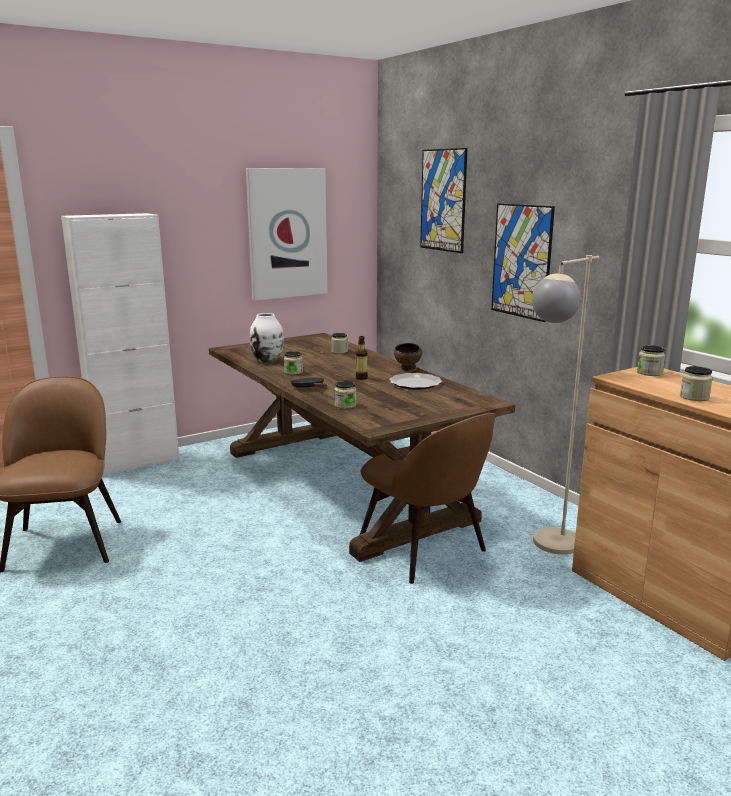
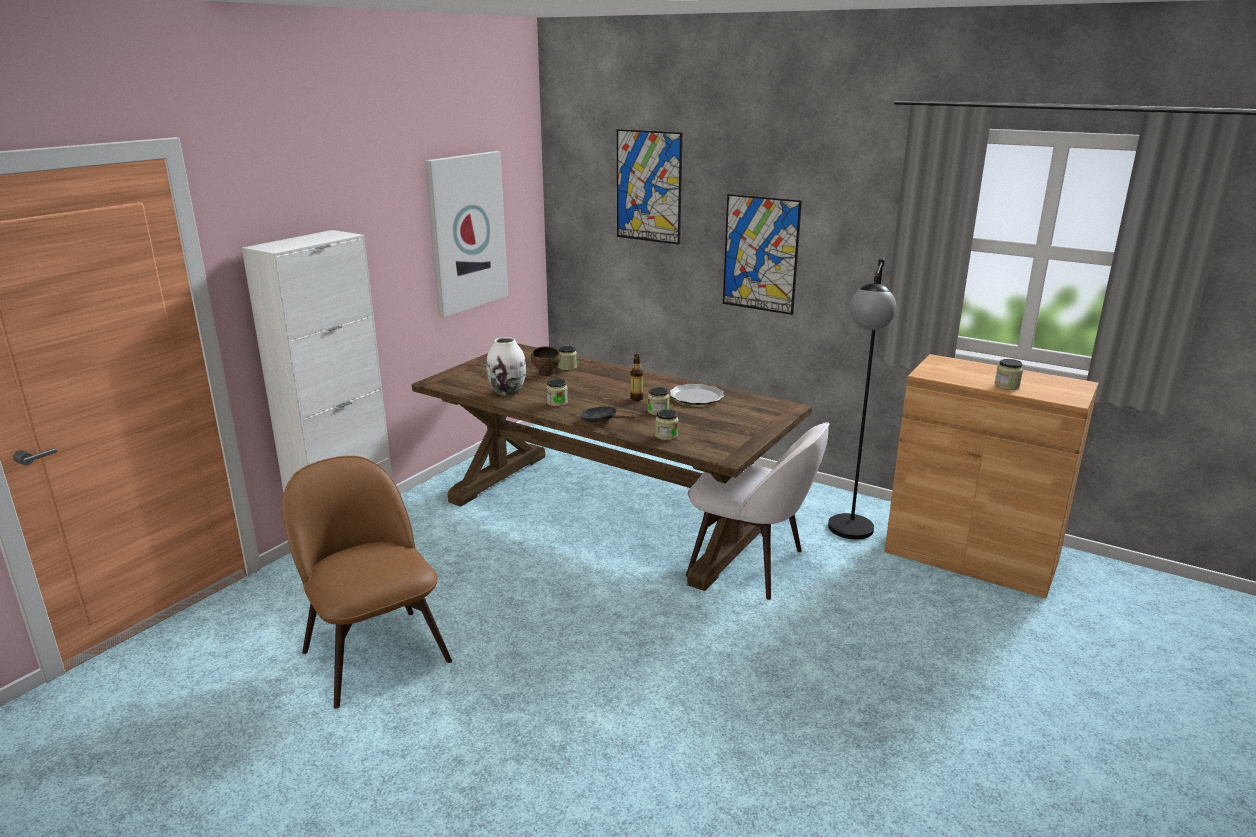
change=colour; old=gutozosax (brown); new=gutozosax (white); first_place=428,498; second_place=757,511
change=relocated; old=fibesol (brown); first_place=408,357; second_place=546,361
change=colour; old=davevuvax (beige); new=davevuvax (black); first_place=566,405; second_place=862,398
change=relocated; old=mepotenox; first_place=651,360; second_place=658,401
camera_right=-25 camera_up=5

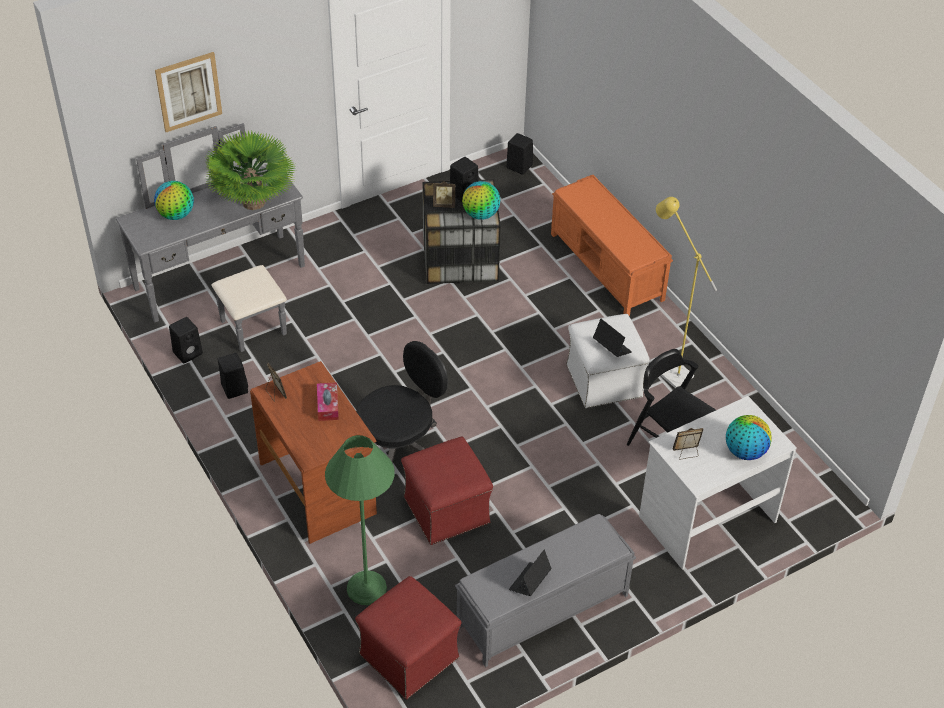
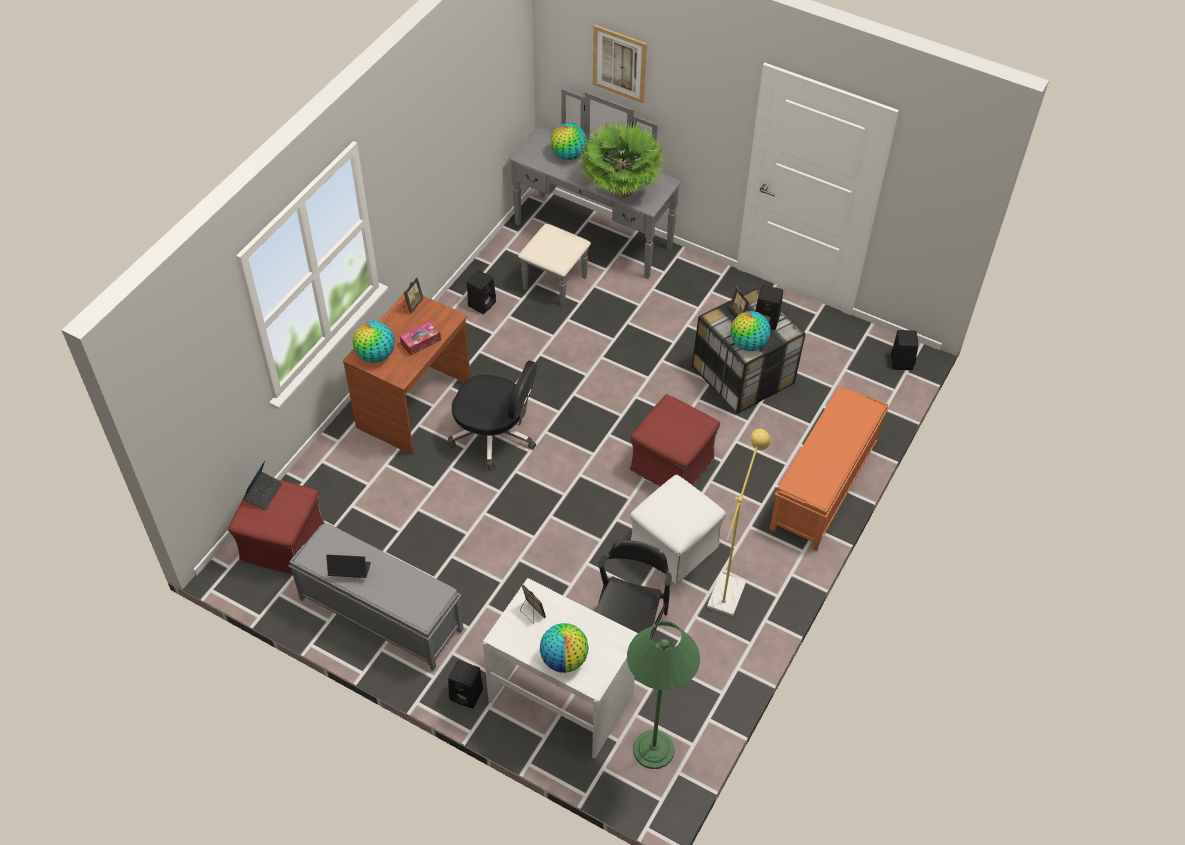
change=relocated; old=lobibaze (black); first_place=186,340; second_place=465,684
change=relocated; old=davevuvax (green); first_place=360,520; second_place=663,695
change=relocated; old=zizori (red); first_place=447,491; second_place=675,440
change=relocated; old=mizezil; first_place=612,338; second_place=263,486
change=appeared; new=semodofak; second_place=374,342
camera_right=60 camera_up=5

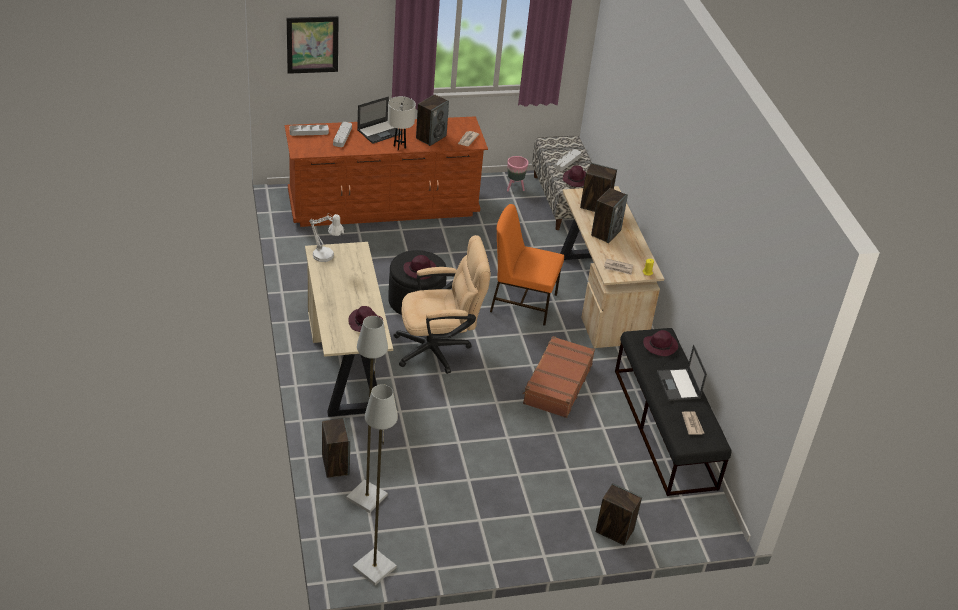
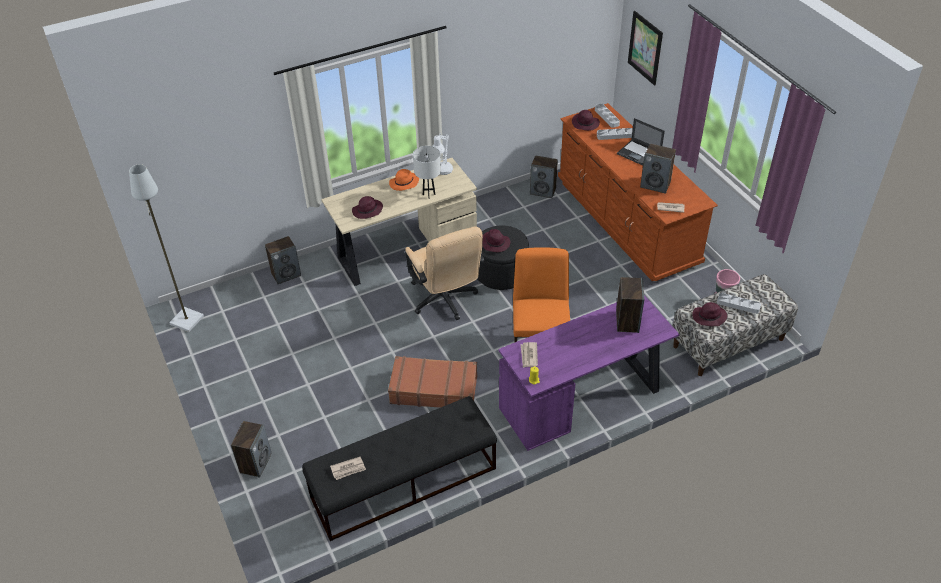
change=missing; old=davevuvax (grey); first_place=367,414
change=relocated; old=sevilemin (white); first_place=402,123; second_place=427,171
change=colour; old=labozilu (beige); new=labozilu (purple); first_place=612,267; second_place=588,373
change=relocated; old=lobibaze; first_place=609,215; second_place=544,176
change=relocated; old=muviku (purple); first_place=660,343; second_place=586,120
change=missing; old=mizezil; first_place=682,373
change=appeared; new=muviku (orange); second_place=404,180
camera_right=80 camera_up=5

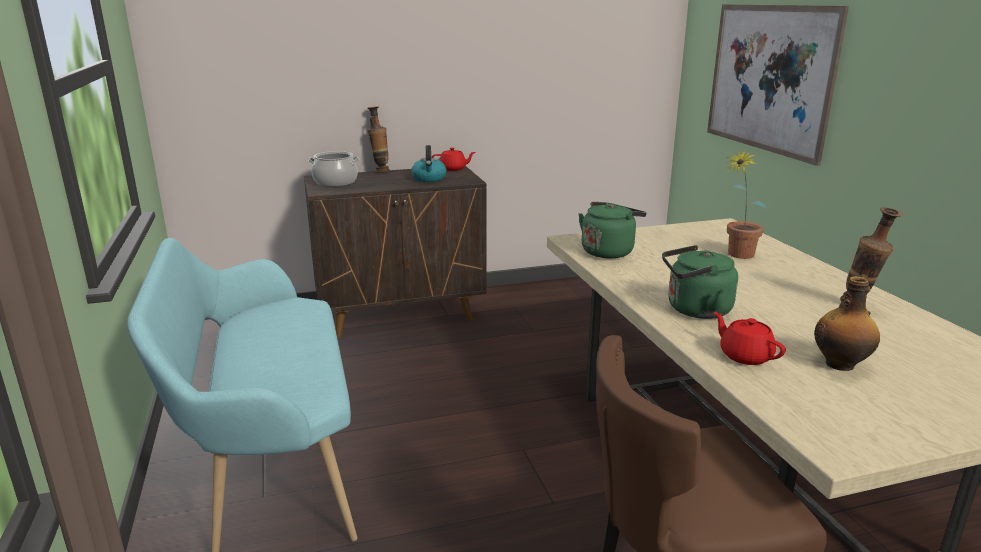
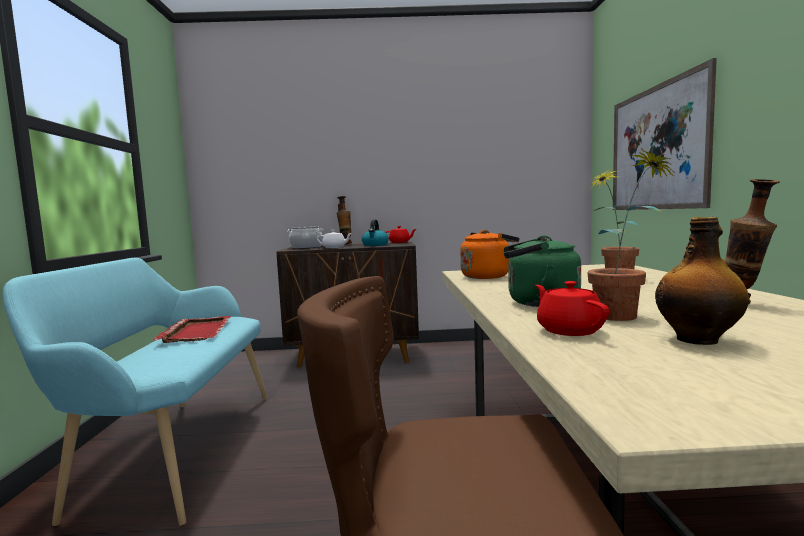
change=colour; old=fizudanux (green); new=fizudanux (orange); first_place=613,230; second_place=489,254
change=appeared; new=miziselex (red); second_place=192,329
change=appeared; new=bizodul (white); second_place=334,239
change=appeared; new=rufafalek; second_place=631,234
camera_right=15 camera_up=-15

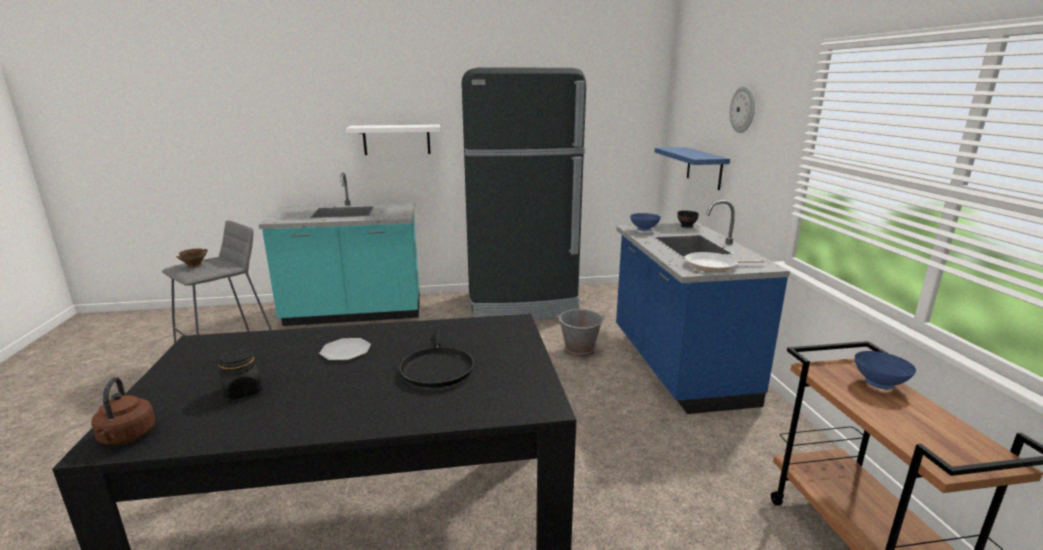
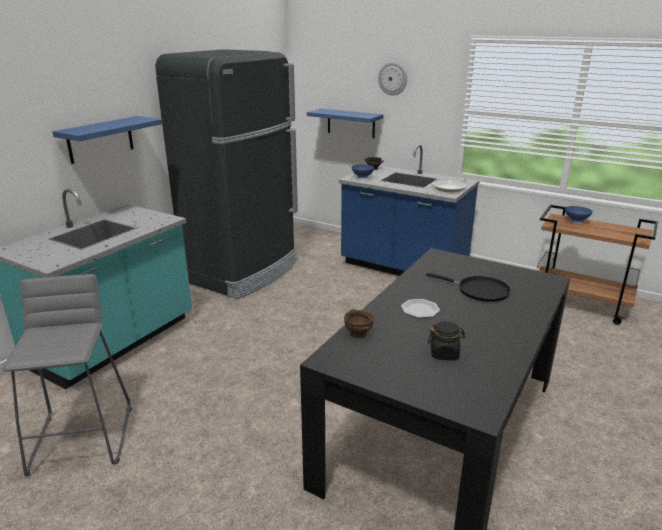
change=missing; old=fizudanux (brown); first_place=123,411
change=relocated; old=fibesol (brown); first_place=192,258; second_place=359,323
change=colour; old=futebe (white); new=futebe (blue); first_place=393,140; second_place=108,140
change=missing; old=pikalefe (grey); first_place=581,333
camera_right=-50 camera_up=5

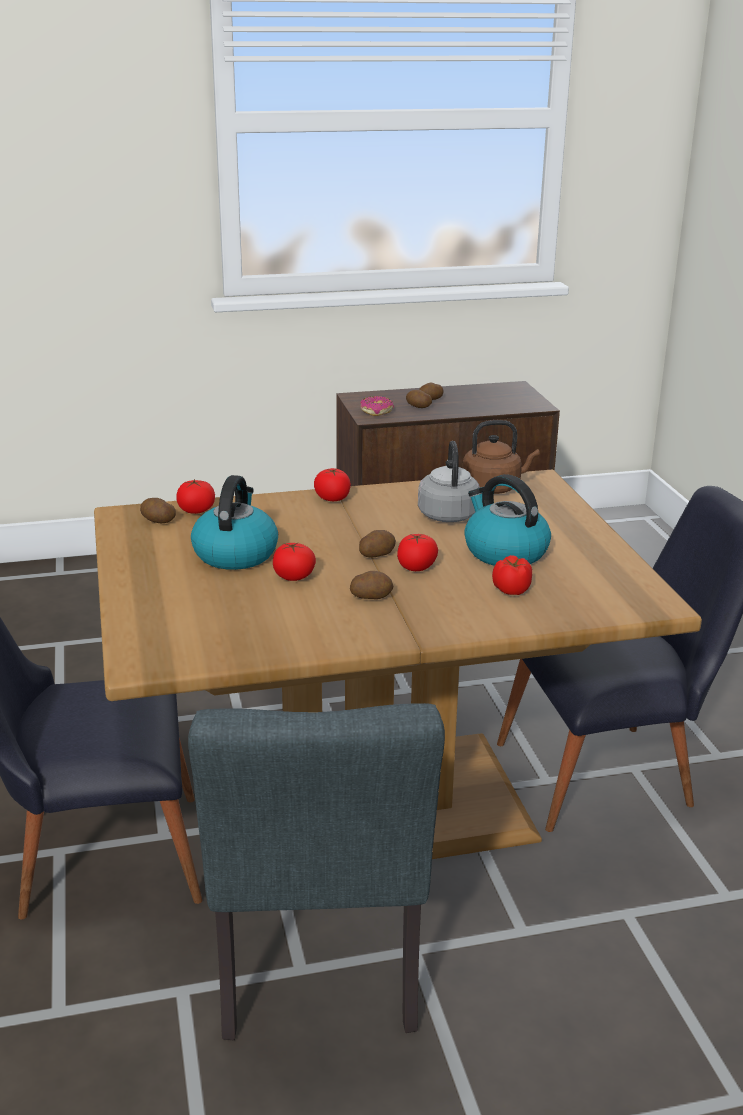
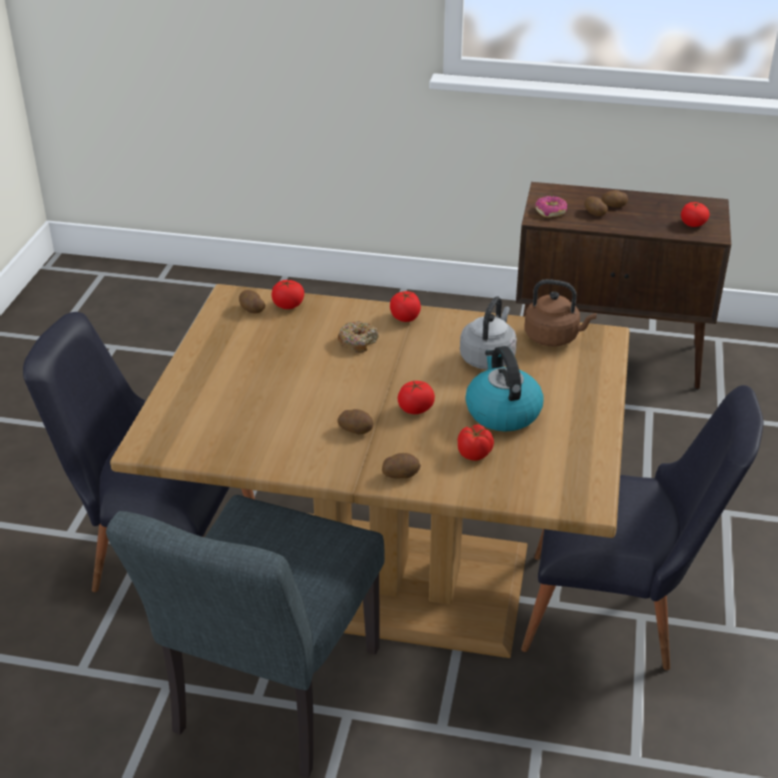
change=missing; old=fizudanux; first_place=234,522
change=relocated; old=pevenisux; first_place=294,562; second_place=695,214
change=relocated; old=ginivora; first_place=377,544; second_place=401,465
change=appeared; new=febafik; second_place=358,337
camera_right=25 camera_up=10

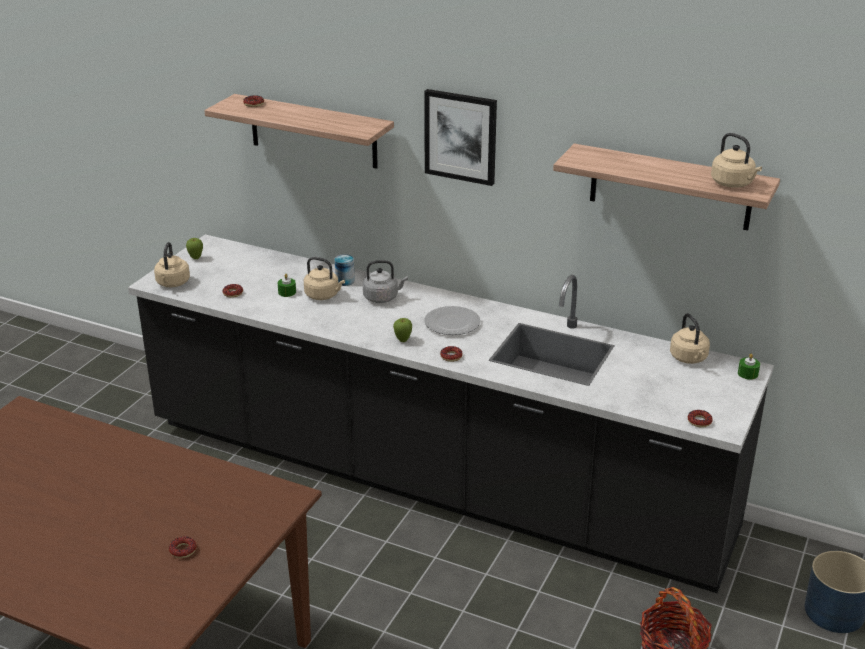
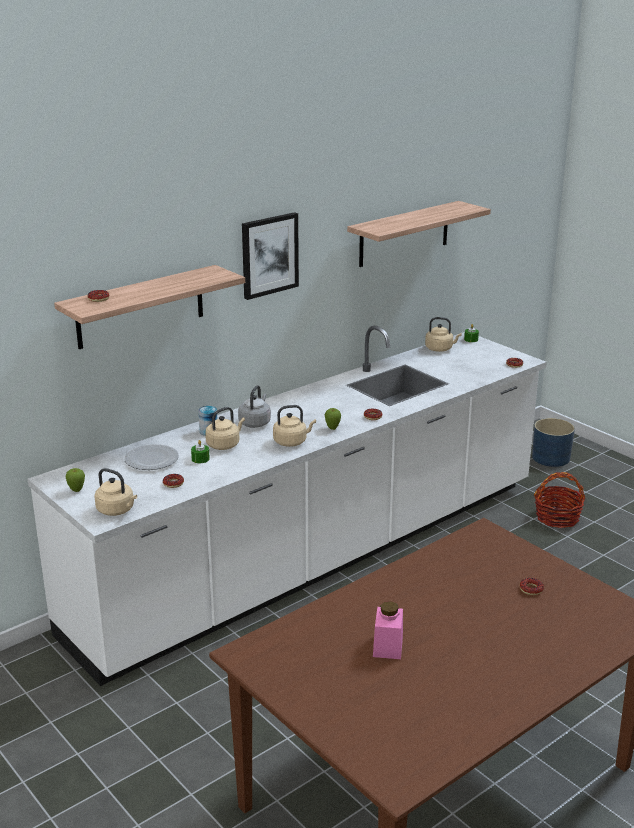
change=colour; old=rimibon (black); new=rimibon (white); first_place=451,414; second_place=287,506
change=relocated; old=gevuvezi; first_place=452,320; second_place=151,457
change=relocated; old=fizudanux (beige); first_place=736,160; second_place=294,426
change=appeared; new=mepotenox (pink); second_place=388,630
camera_right=-65 camera_up=-5

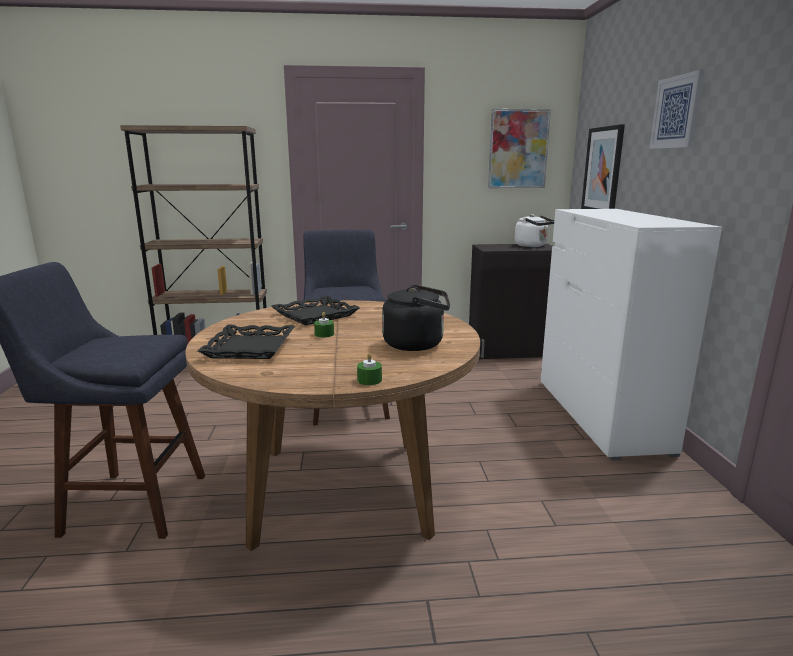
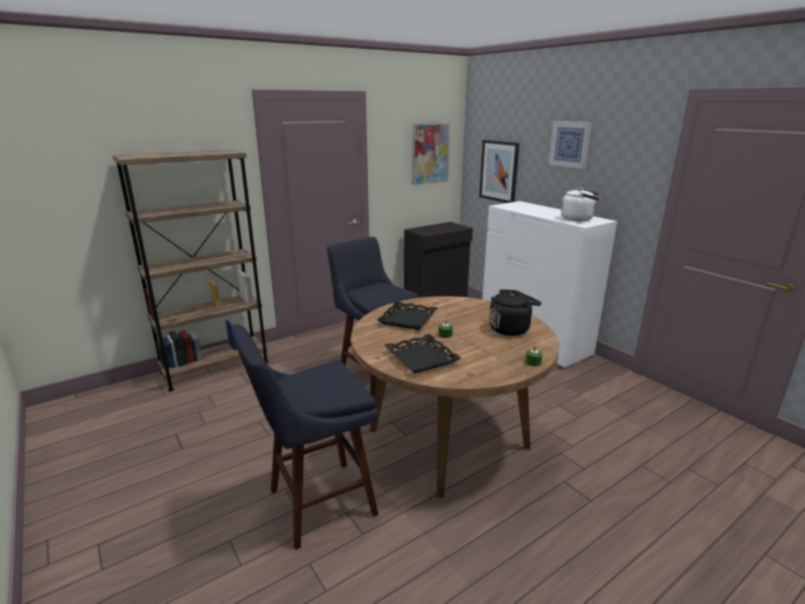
change=relocated; old=fizudanux (white); first_place=534,230; second_place=580,204
camera_right=-30 camera_up=5

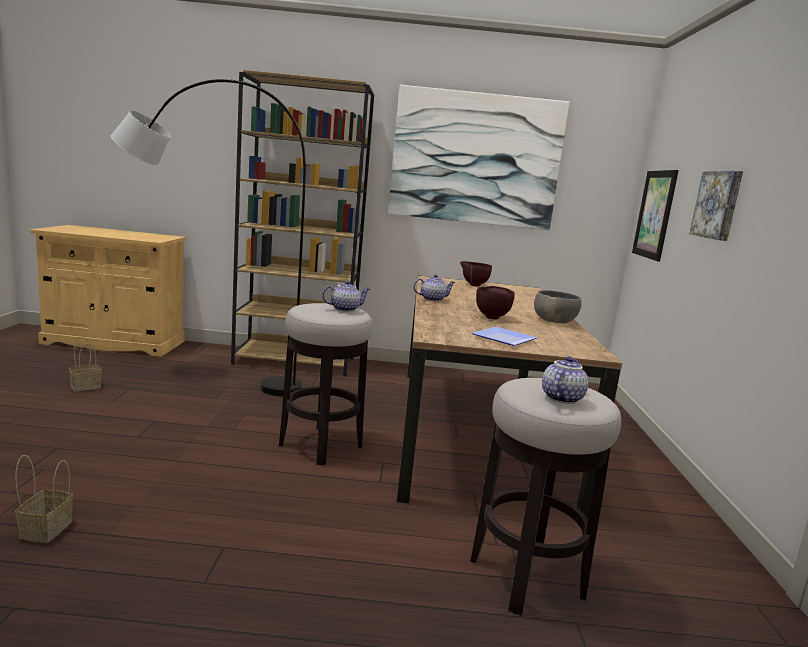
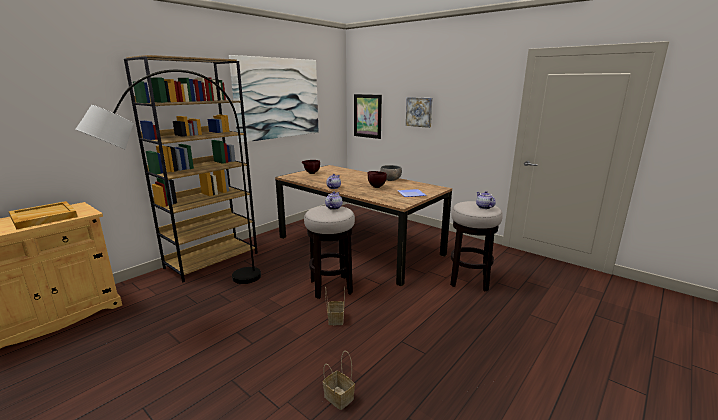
change=relocated; old=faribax; first_place=85,364; second_place=335,305
change=appeared; new=miziselex (beige); second_place=43,215
camera_right=-50 camera_up=5

